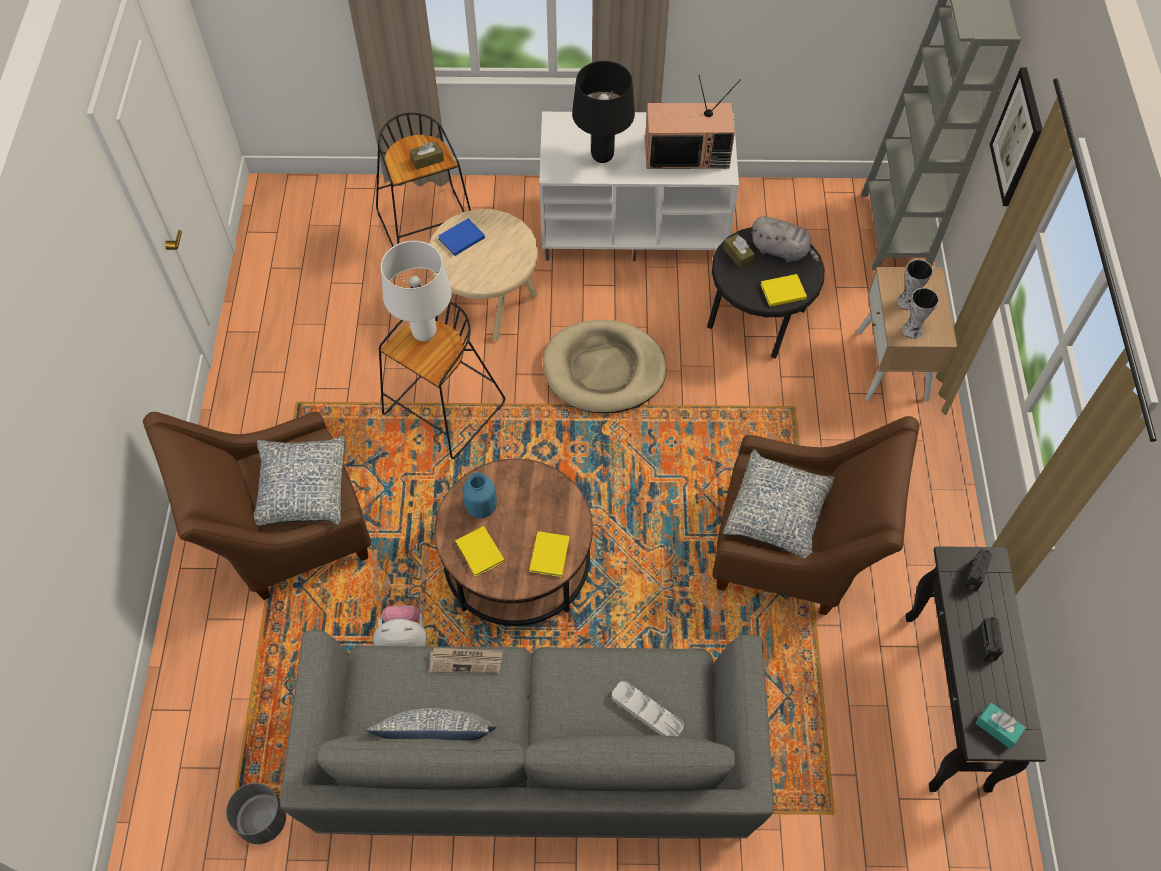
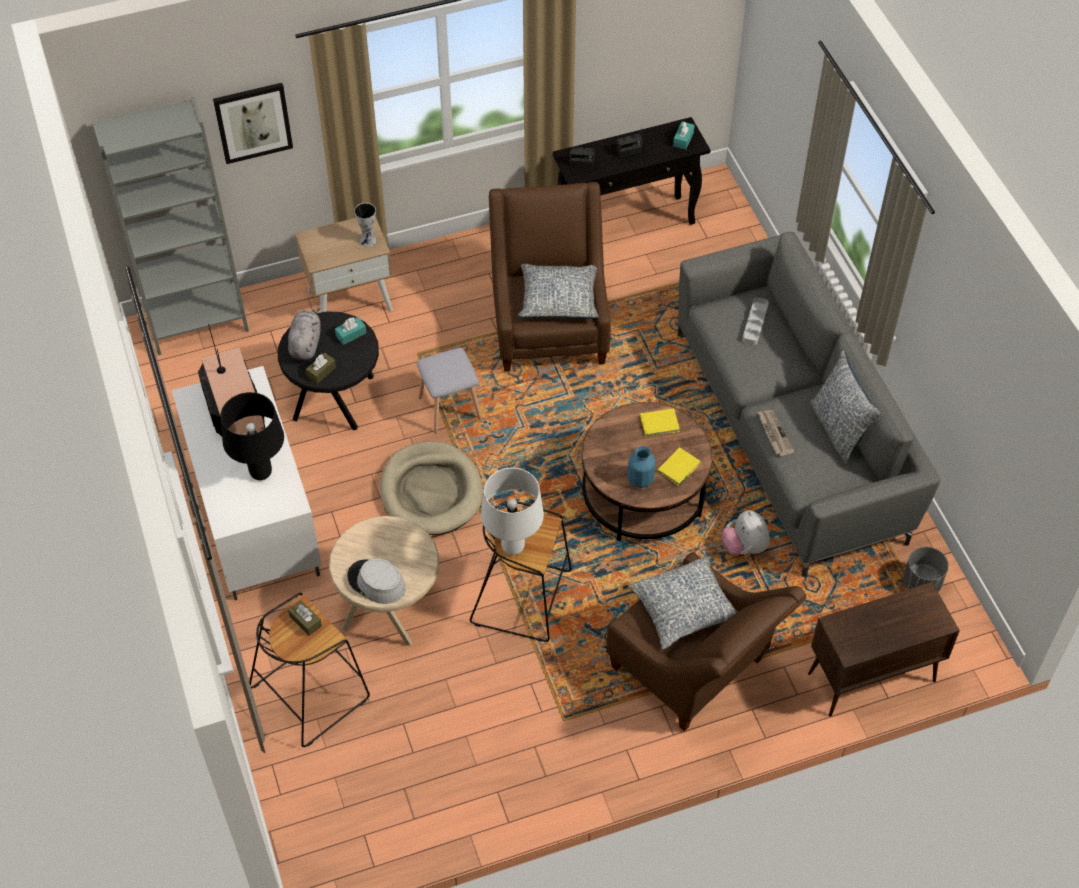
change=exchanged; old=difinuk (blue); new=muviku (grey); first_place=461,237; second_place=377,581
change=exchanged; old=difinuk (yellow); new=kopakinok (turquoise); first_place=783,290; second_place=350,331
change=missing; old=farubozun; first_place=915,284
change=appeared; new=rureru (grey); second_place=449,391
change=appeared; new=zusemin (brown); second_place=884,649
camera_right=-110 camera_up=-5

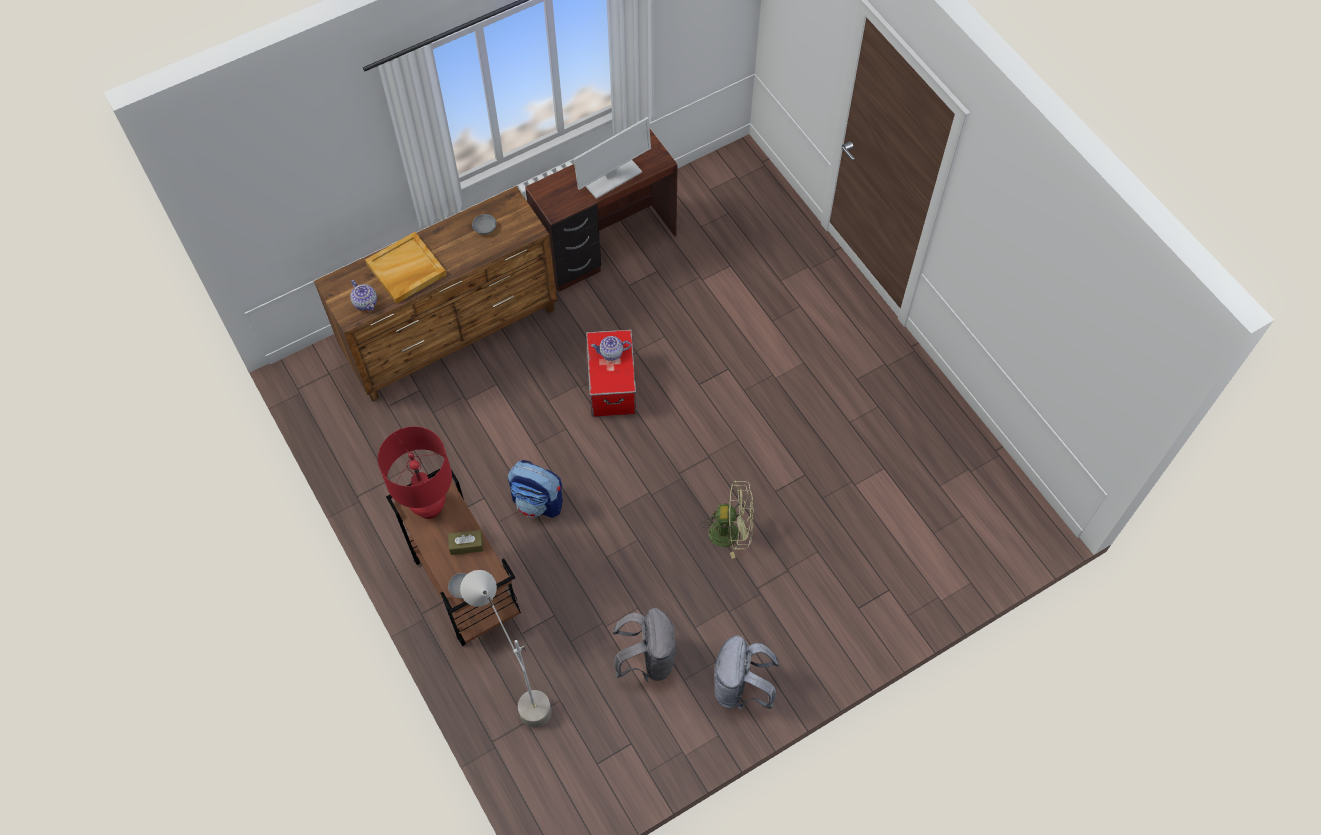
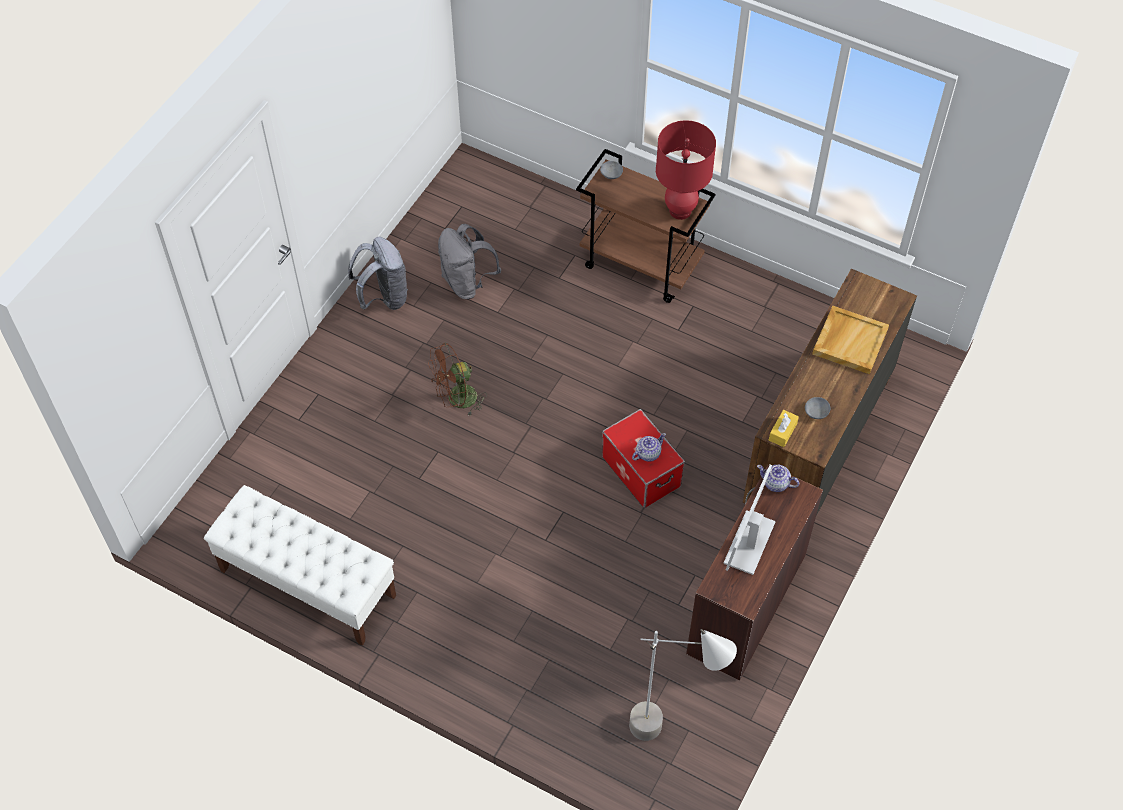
change=relocated; old=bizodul; first_place=364,295; second_place=778,478
change=missing; old=kopakinok (brown); first_place=465,542
change=relocated; old=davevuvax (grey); first_place=506,649; second_place=683,685
change=missing; old=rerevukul; first_place=535,489
change=colour; old=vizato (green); new=vizato (brown); first_place=727,520; second_place=457,378
change=appeared; new=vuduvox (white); second_place=300,565
change=appeared; new=kopakinok (yellow); second_place=784,428
camera_right=150 camera_up=-5

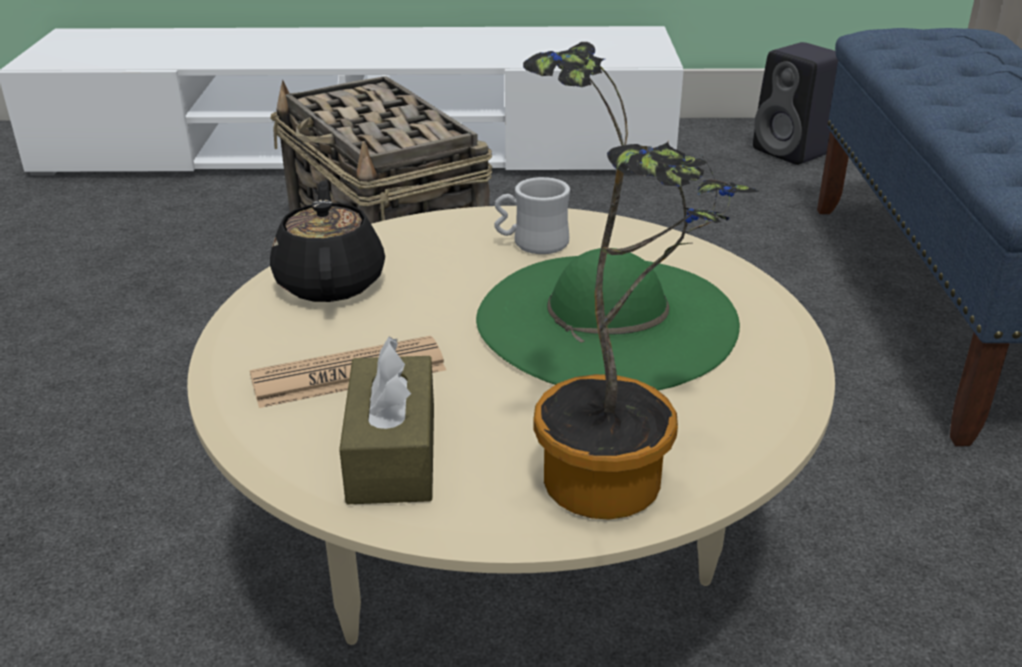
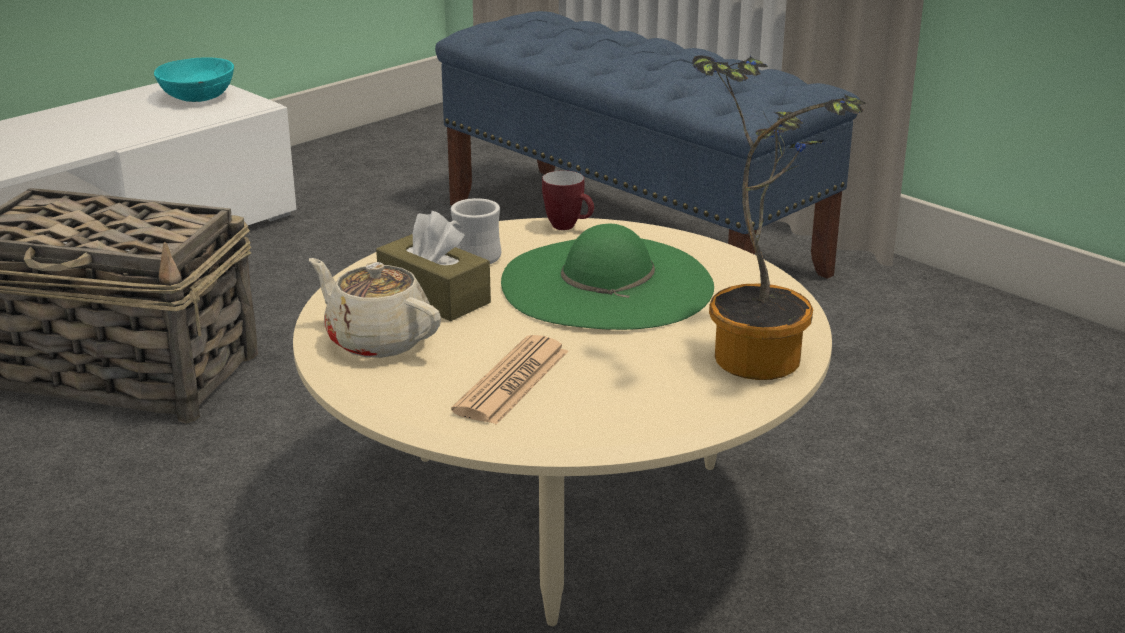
change=colour; old=bizodul (black); new=bizodul (beige); first_place=327,241; second_place=375,308
change=relocated; old=kopakinok (brown); first_place=386,420; second_place=433,266
change=missing; old=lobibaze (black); first_place=796,103
change=appeared; new=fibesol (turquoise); second_place=194,79
change=appeared; new=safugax; second_place=568,200
camera_right=-45 camera_up=-5

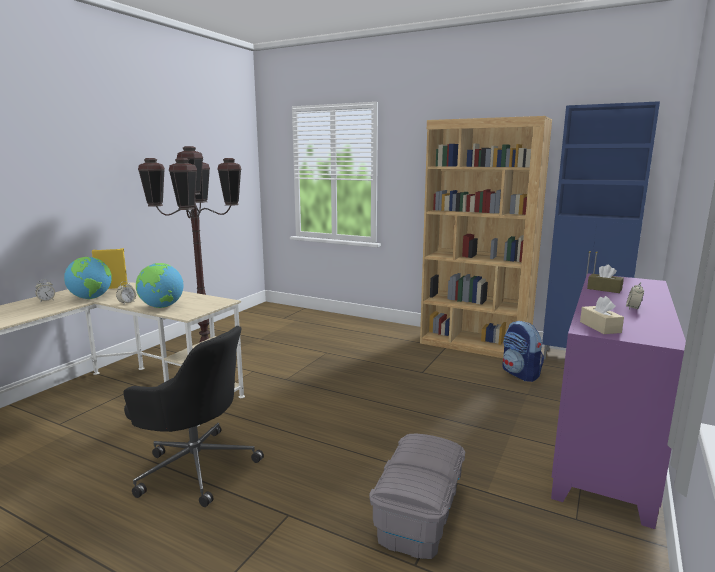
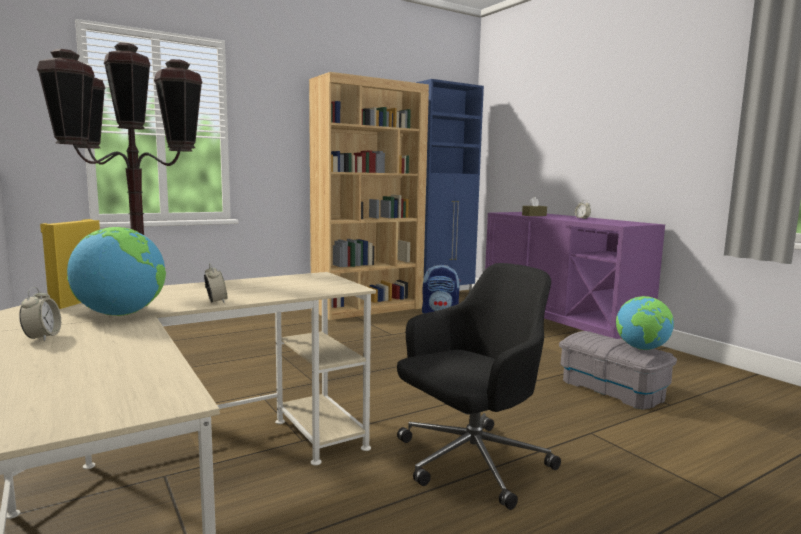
change=relocated; old=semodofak; first_place=159,285; second_place=645,323
change=missing; old=kopakinok (beige); first_place=602,315
camera_right=-60 camera_up=-5

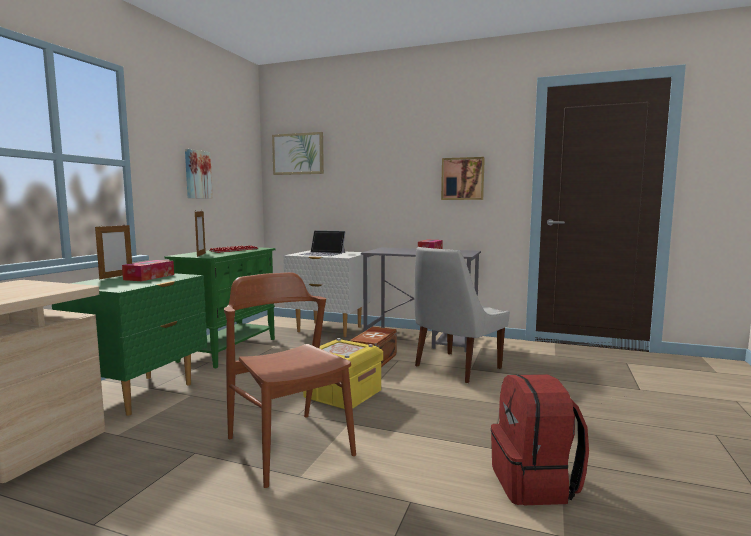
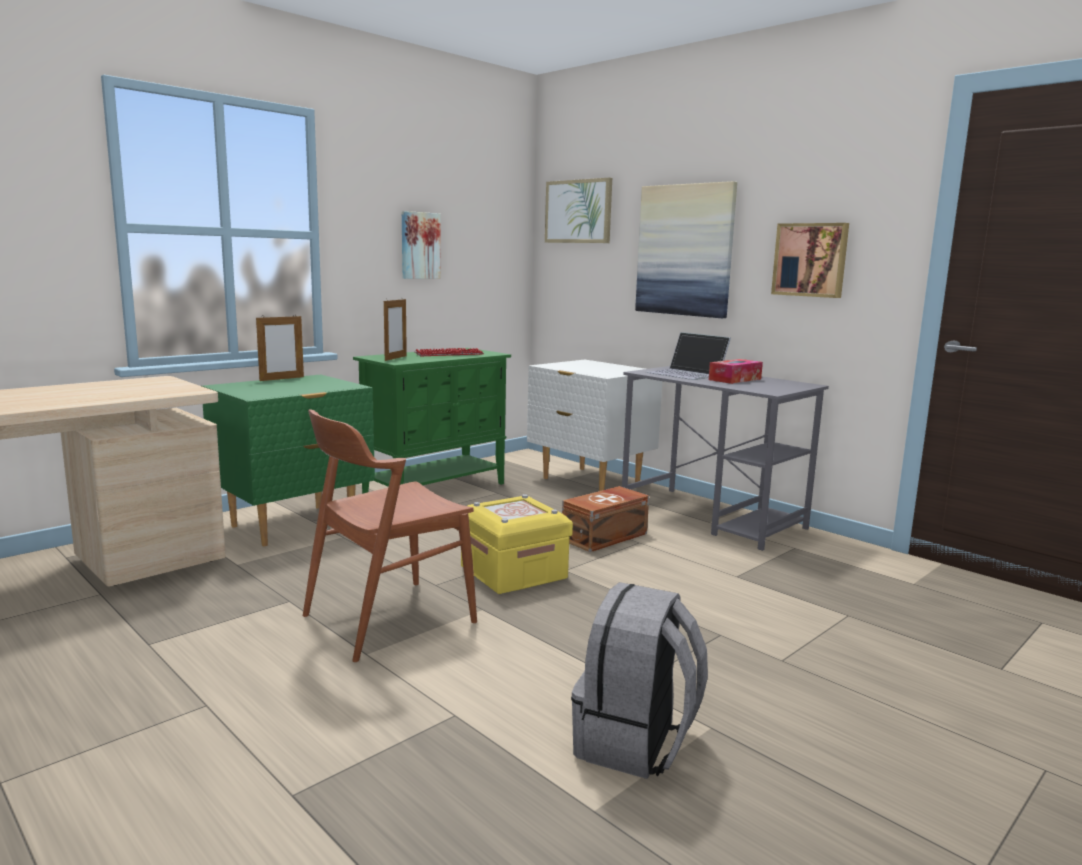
change=missing; old=kopakinok; first_place=148,270
change=spun; old=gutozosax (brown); first_place=290,380; second_place=390,535; degrees=-120
change=relocated; old=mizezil; first_place=323,243; second_place=688,356
change=missing; old=gutozosax (white); first_place=462,315
change=colour; old=rerevukul (red); new=rerevukul (grey); first_place=540,439; second_place=639,680
change=appeared; new=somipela; second_place=686,249
camera_right=25 camera_up=5

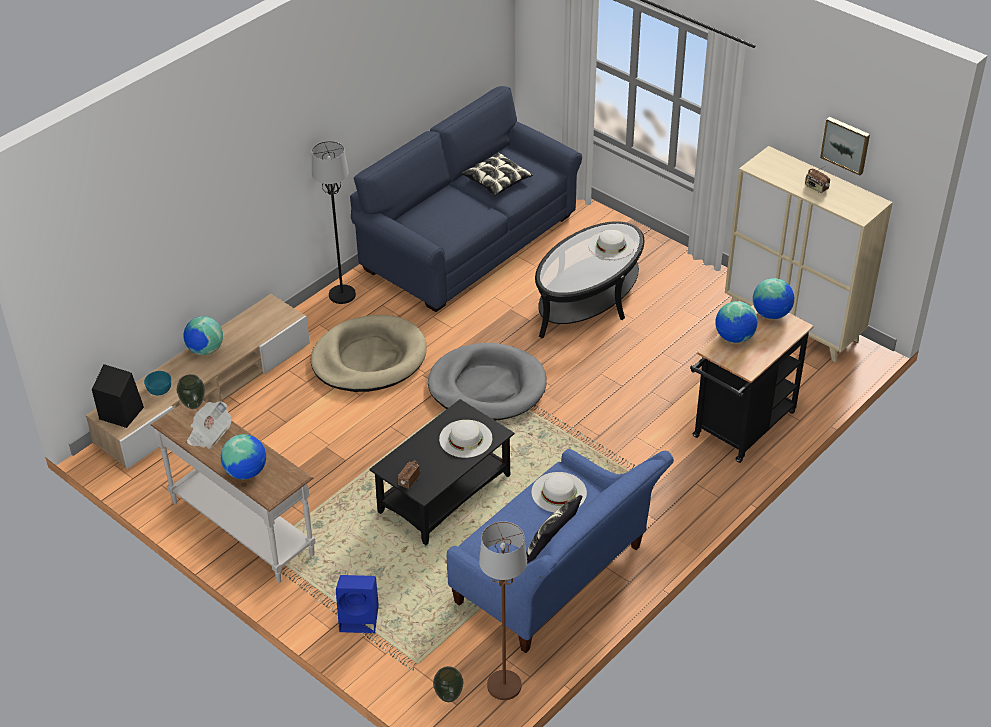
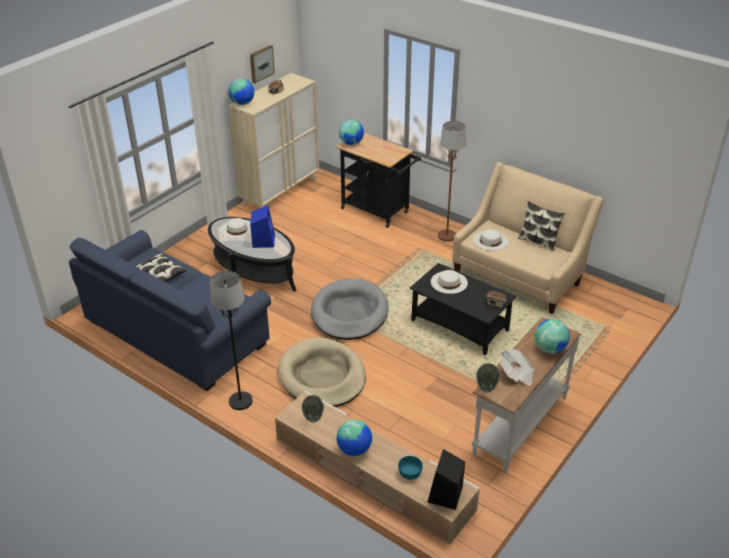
change=relocated; old=lobibaze (blue); first_place=357,604; second_place=262,226
change=relocated; old=farubozun; first_place=448,684; second_place=313,409
change=colour; old=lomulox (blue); new=lomulox (beige); first_place=560,551; second_place=527,238
change=relocated; old=davevuvax (brown); first_place=503,610; second_place=452,181
change=relocated; old=semodofak; first_place=736,322; second_place=241,91
camera_right=-95 camera_up=-5

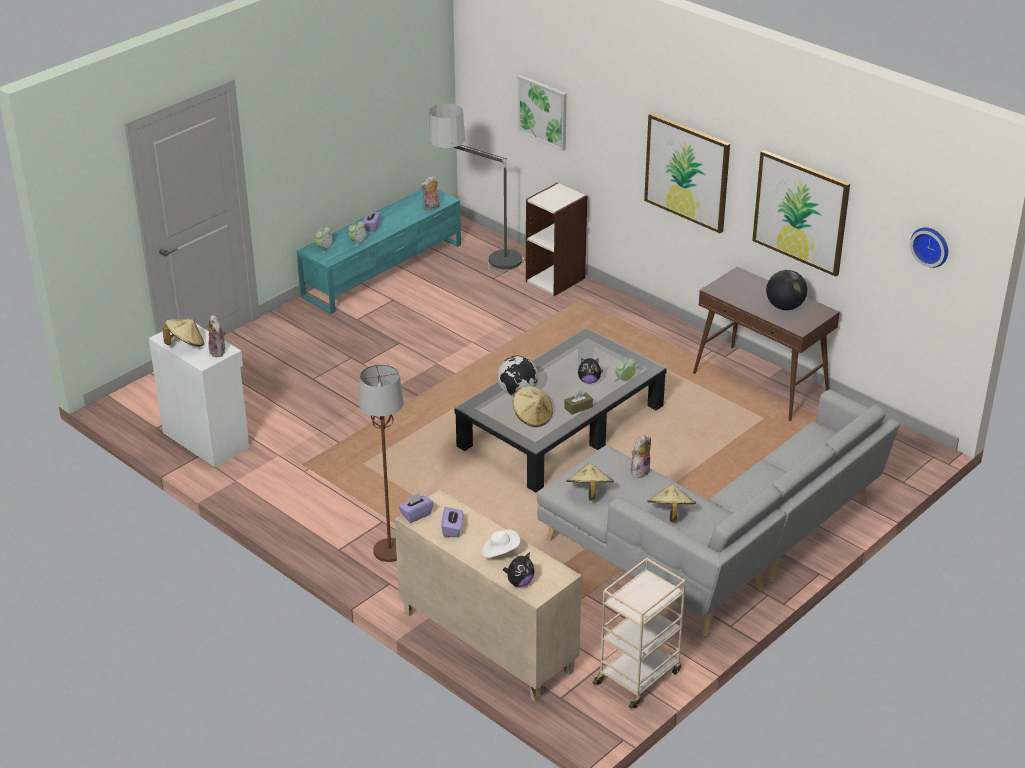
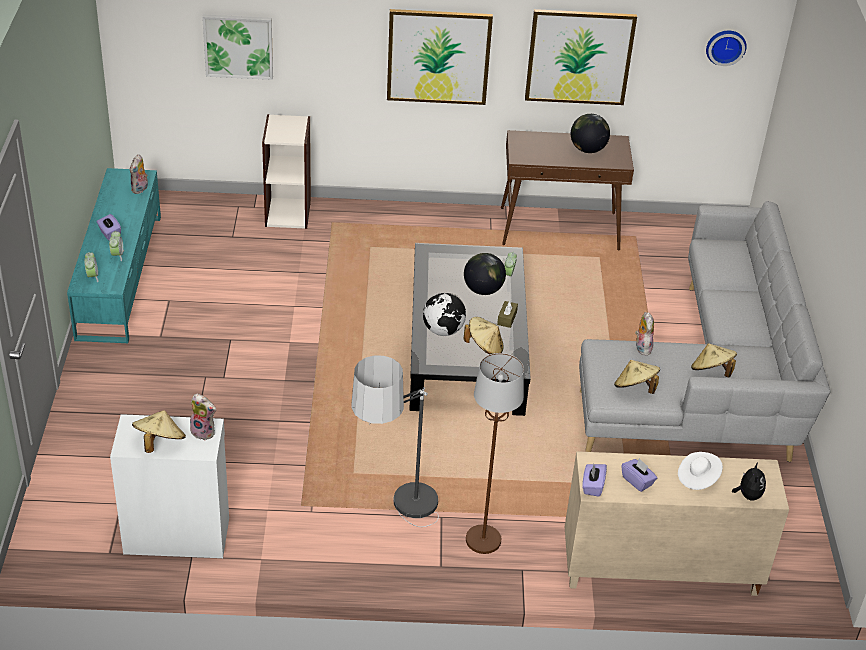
change=relocated; old=davevuvax; first_place=477,189; second_place=395,441
change=exchanged; old=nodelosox; new=semodofak; first_place=590,371; second_place=485,274
change=missing; old=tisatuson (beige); first_place=639,633
camera_right=-45 camera_up=5

